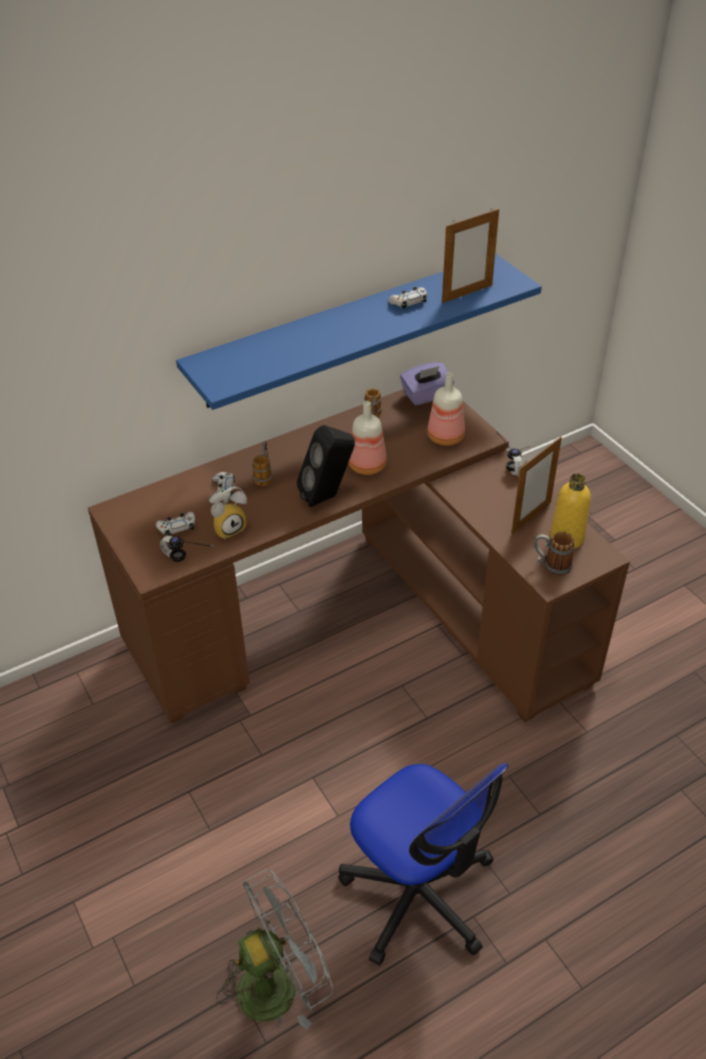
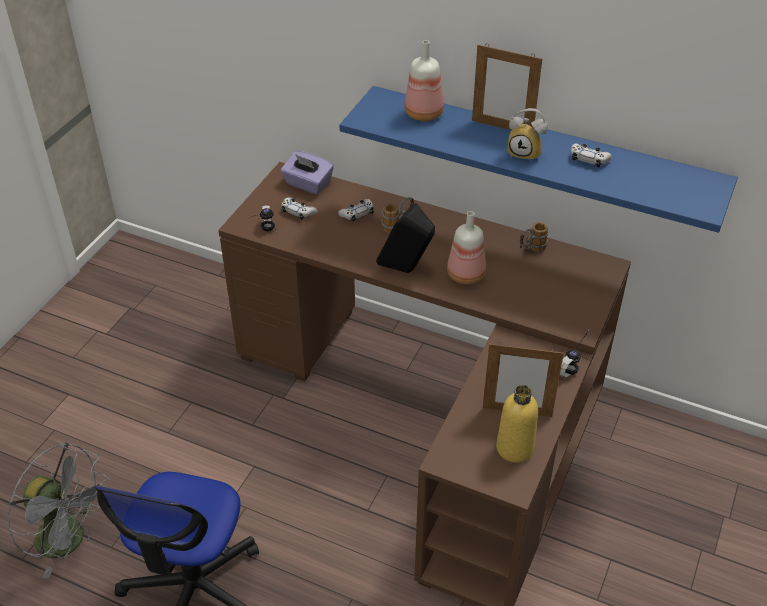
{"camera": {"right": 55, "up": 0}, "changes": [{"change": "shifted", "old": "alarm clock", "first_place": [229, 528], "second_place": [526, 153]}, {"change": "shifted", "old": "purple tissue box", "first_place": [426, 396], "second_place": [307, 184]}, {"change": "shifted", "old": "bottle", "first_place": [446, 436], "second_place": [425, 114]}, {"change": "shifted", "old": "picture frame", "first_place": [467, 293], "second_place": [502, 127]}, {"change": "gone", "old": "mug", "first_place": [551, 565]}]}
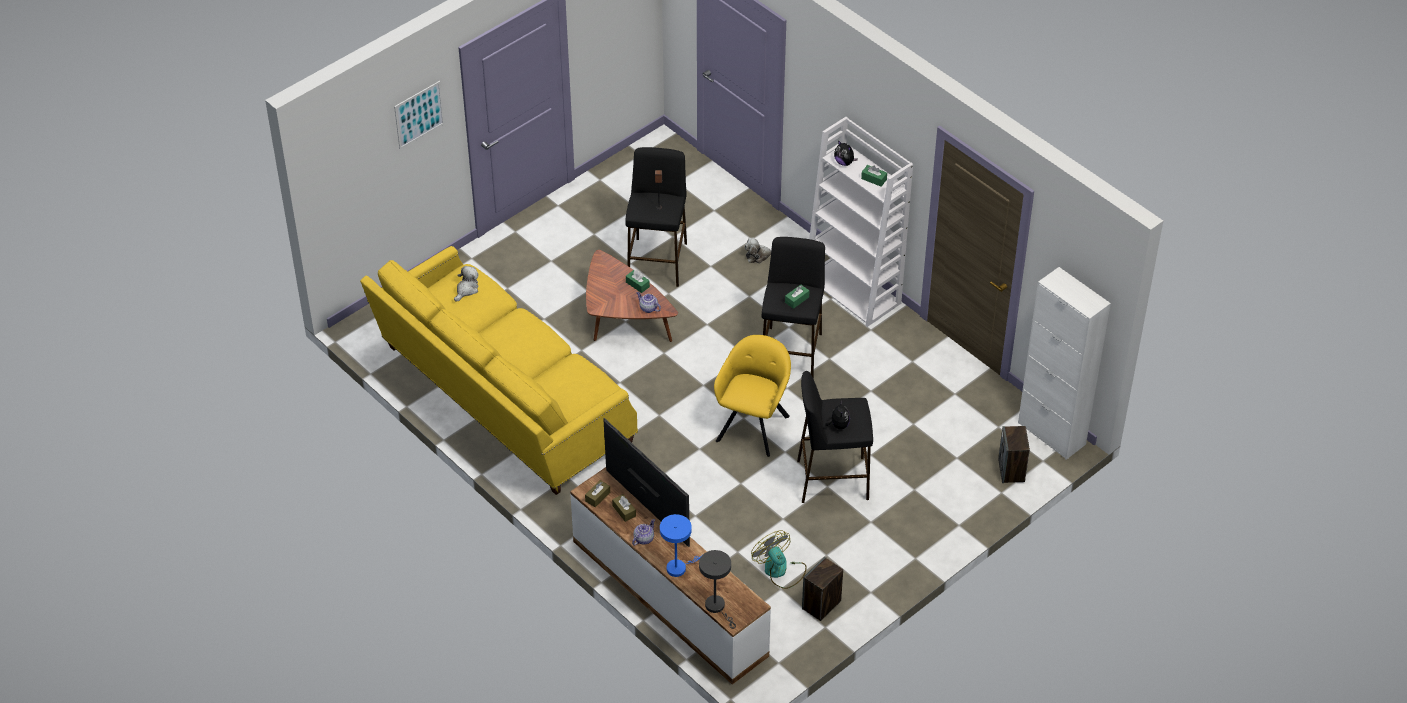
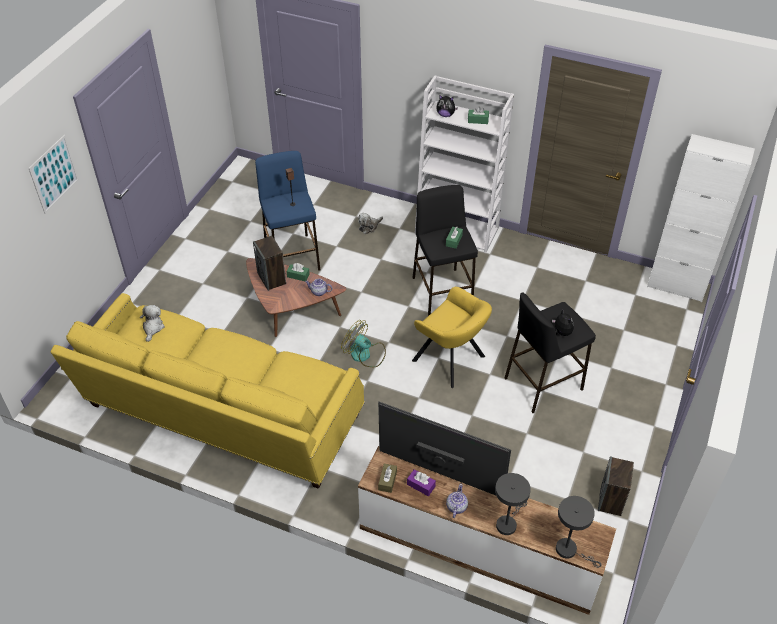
{"camera": {"right": -25, "up": 0}, "changes": [{"change": "repainted", "old": "brown tissue box", "new": "purple tissue box", "first_place": [624, 511], "second_place": [421, 485]}, {"change": "repainted", "old": "black stool", "new": "blue stool", "first_place": [657, 261], "second_place": [292, 256]}, {"change": "repainted", "old": "blue table lamp", "new": "grey table lamp", "first_place": [679, 567], "second_place": [508, 523]}, {"change": "rotated", "old": "yellow armchair", "first_place": [754, 425], "second_place": [451, 361], "degrees": 135}, {"change": "shifted", "old": "fan", "first_place": [780, 570], "second_place": [365, 354]}, {"change": "shifted", "old": "speaker", "first_place": [1011, 471], "second_place": [272, 278]}]}
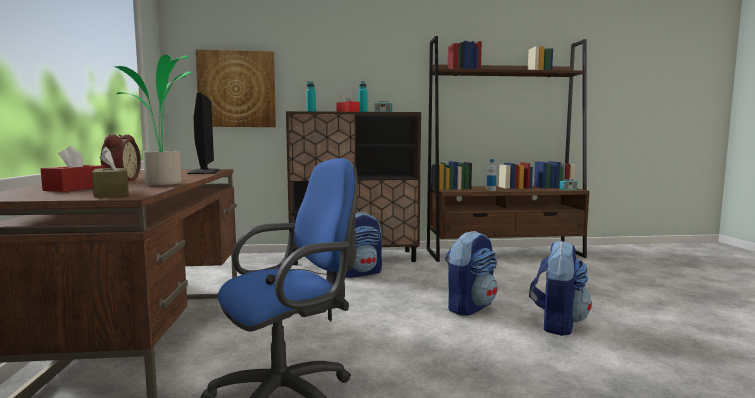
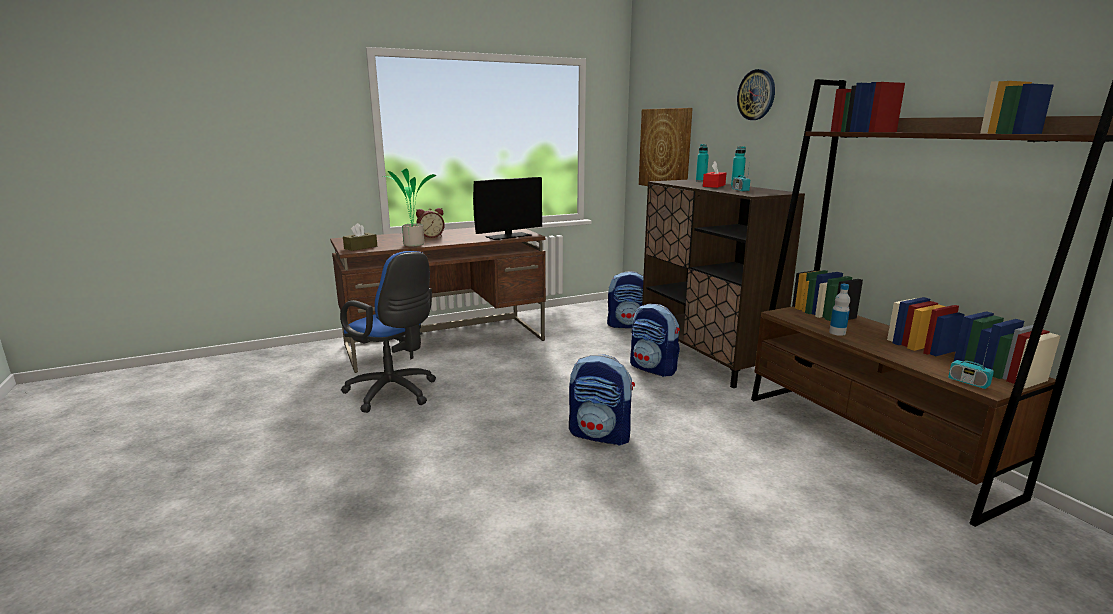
{"camera": {"right": 70, "up": 10}, "changes": [{"change": "gone", "old": "red tissue box", "first_place": [76, 188]}, {"change": "shifted", "old": "backpack", "first_place": [557, 324], "second_place": [628, 325]}, {"change": "new", "new": "wall clock", "second_place": [756, 95]}]}
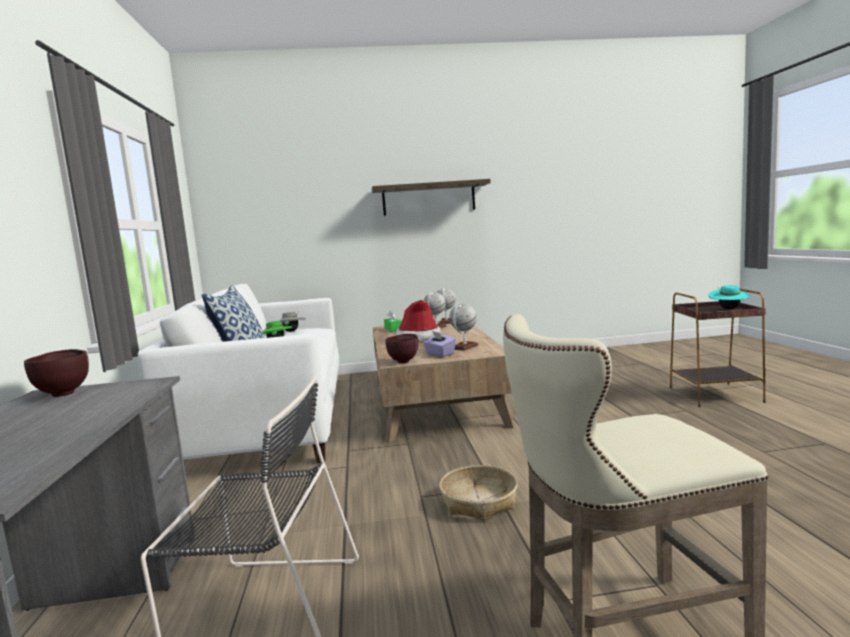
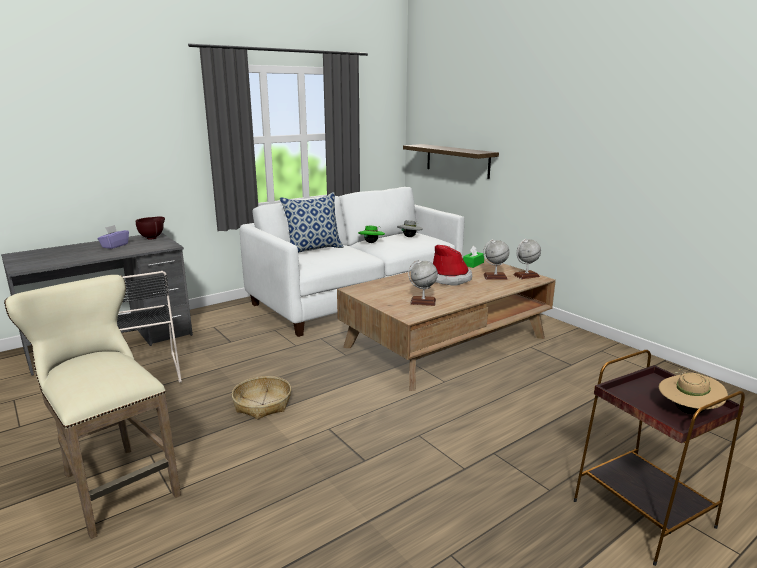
{"camera": {"right": 60, "up": 10}, "changes": [{"change": "shifted", "old": "shelf", "first_place": [428, 198], "second_place": [457, 160]}, {"change": "gone", "old": "brown bowl", "first_place": [404, 361]}, {"change": "shifted", "old": "purple tissue box", "first_place": [440, 354], "second_place": [114, 246]}, {"change": "repainted", "old": "turquoise hat", "new": "beige hat", "first_place": [728, 309], "second_place": [687, 411]}]}
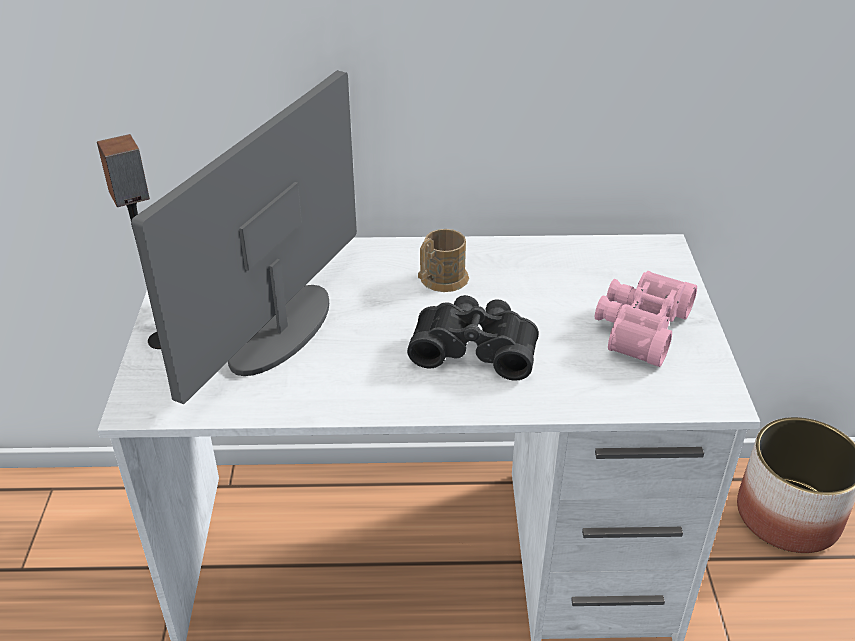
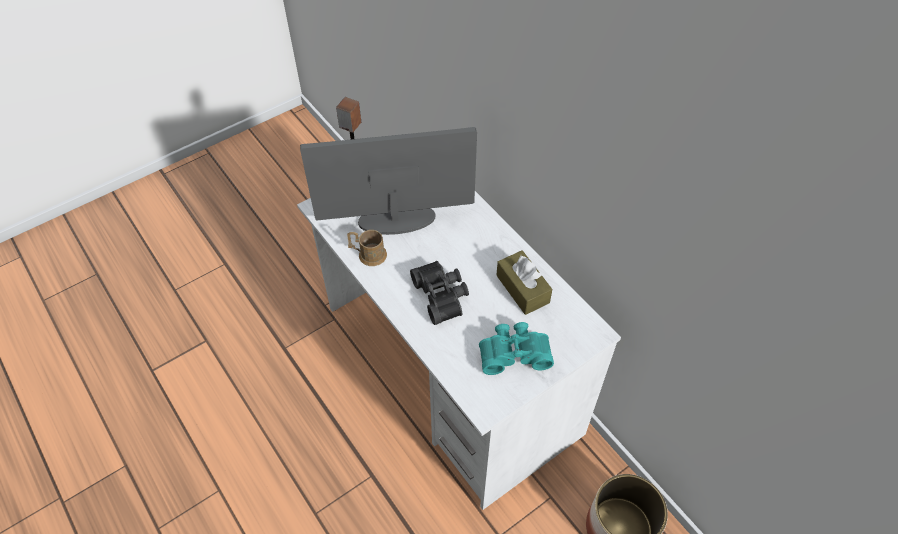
{"camera": {"right": 55, "up": 15}, "changes": [{"change": "shifted", "old": "brown mug", "first_place": [439, 281], "second_place": [368, 254]}, {"change": "repainted", "old": "pink binoculars", "new": "turquoise binoculars", "first_place": [638, 327], "second_place": [514, 352]}, {"change": "new", "new": "brown tissue box", "second_place": [522, 289]}]}
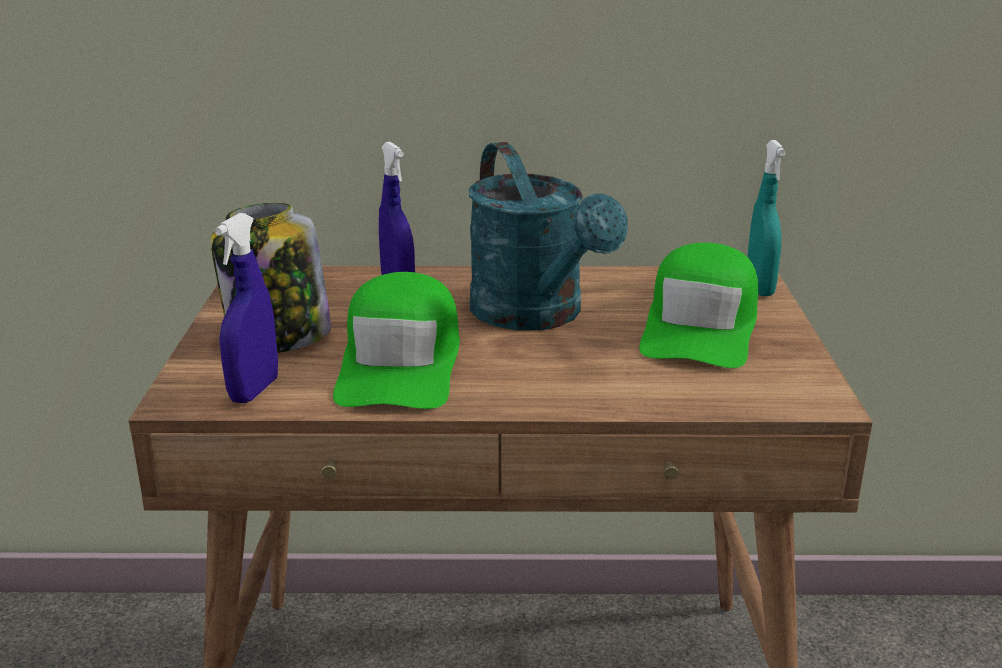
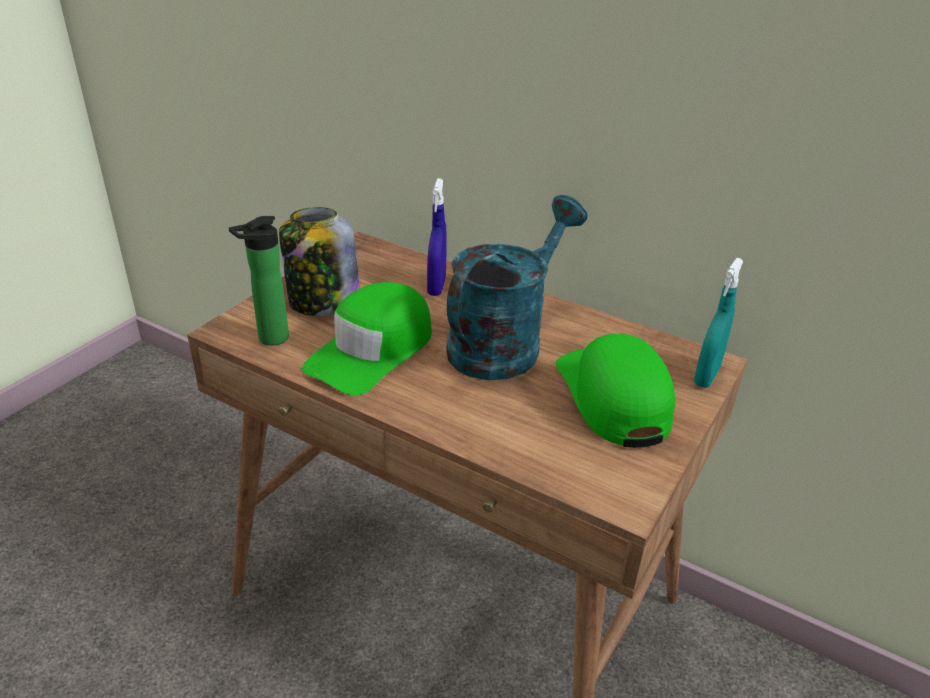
{"camera": {"right": 30, "up": 10}, "changes": [{"change": "swapped", "old": "blue spray bottle", "new": "bottle", "first_place": [254, 391], "second_place": [269, 339]}, {"change": "rotated", "old": "turquoise watering can", "first_place": [536, 316], "second_place": [504, 342], "degrees": -150}, {"change": "rotated", "old": "green cap", "first_place": [701, 327], "second_place": [613, 397], "degrees": 120}]}
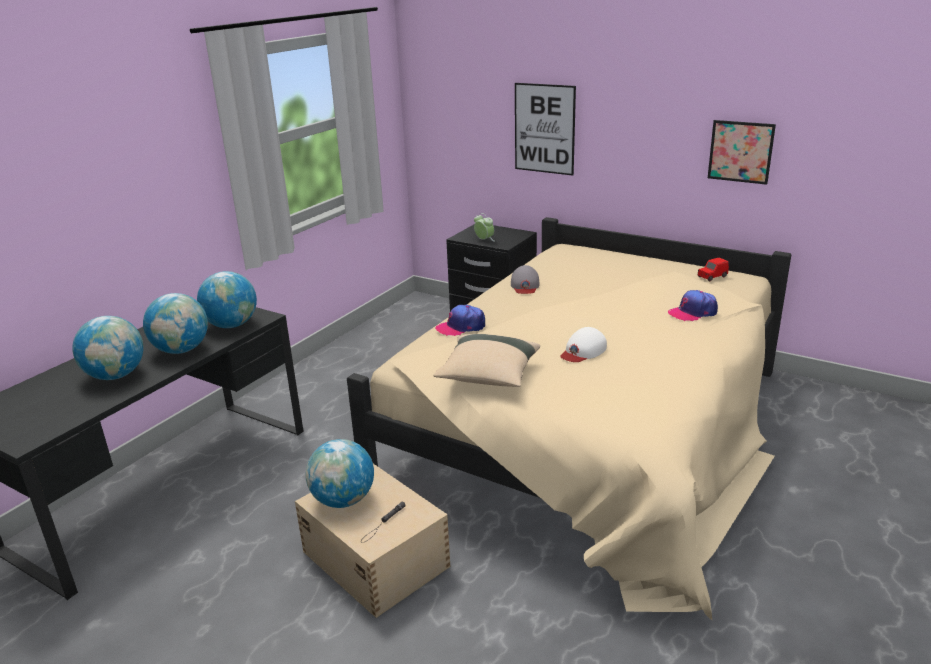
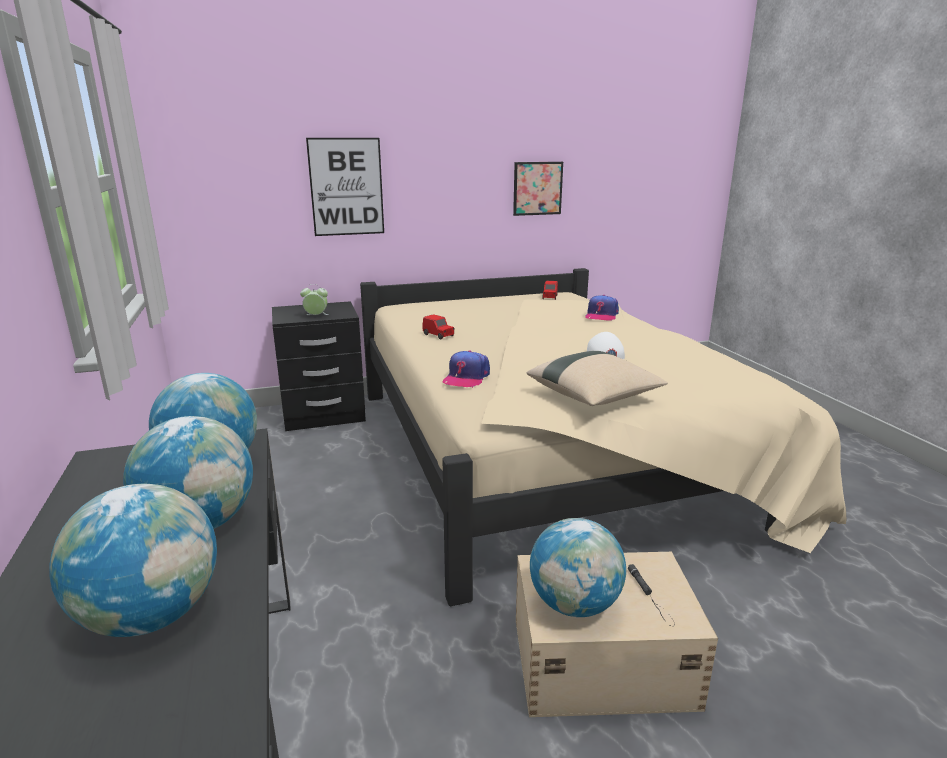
{"camera": {"right": -50, "up": -5}, "changes": [{"change": "swapped", "old": "grey cap", "new": "red toy car", "first_place": [525, 285], "second_place": [438, 335]}]}
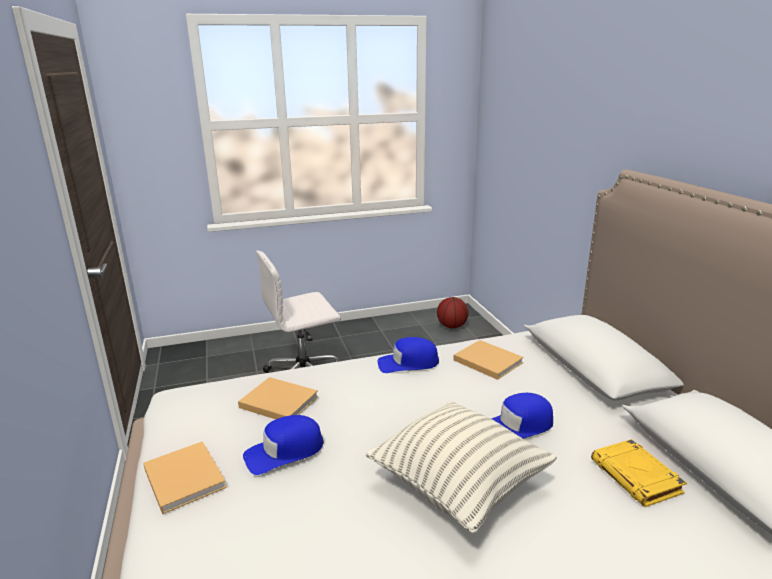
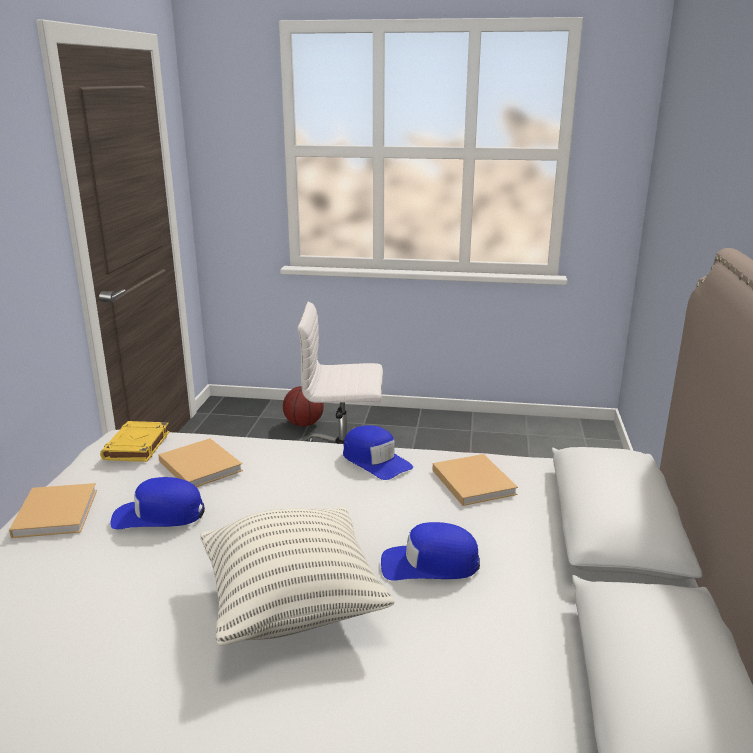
{"camera": {"right": 25, "up": 0}, "changes": [{"change": "rotated", "old": "blue cap", "first_place": [408, 363], "second_place": [375, 461], "degrees": -150}, {"change": "shifted", "old": "basketball", "first_place": [451, 326], "second_place": [303, 424]}, {"change": "shifted", "old": "yellow book", "first_place": [636, 477], "second_place": [137, 446]}]}
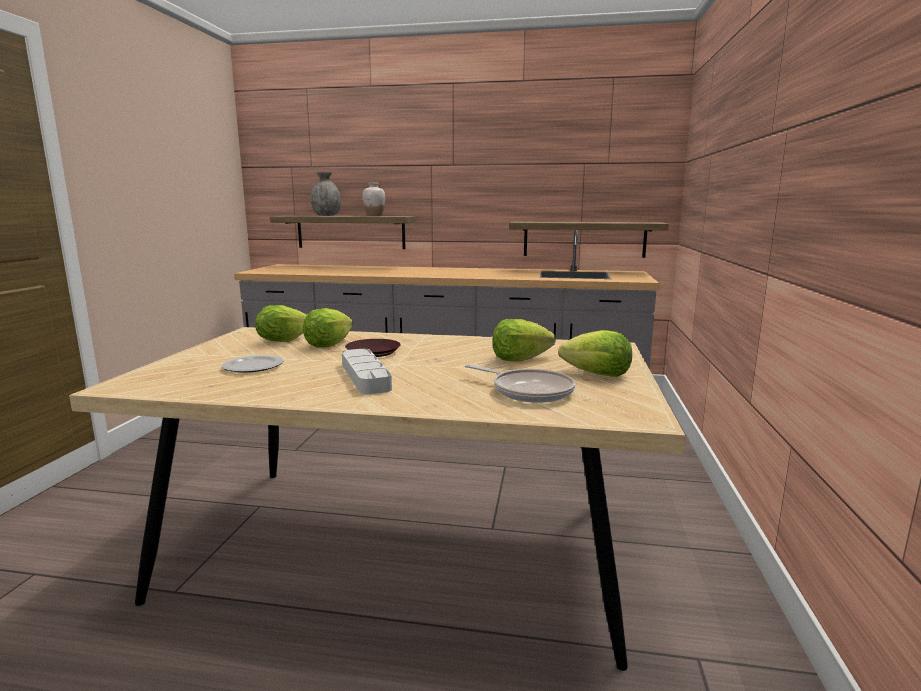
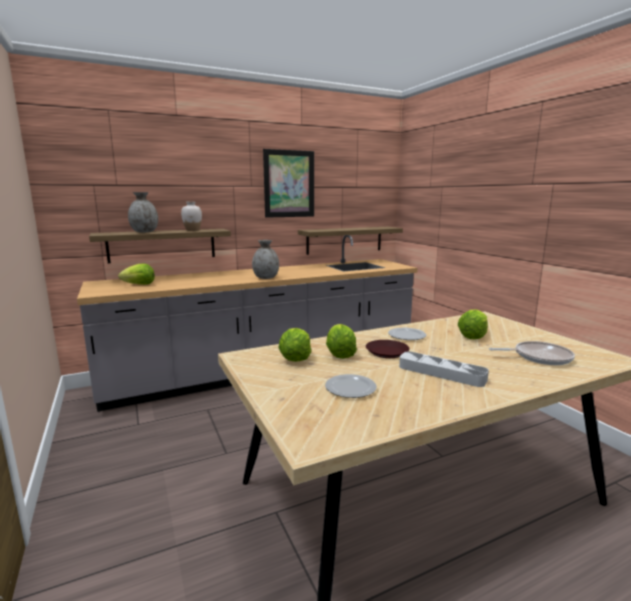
{"camera": {"right": -35, "up": 0}, "changes": [{"change": "shifted", "old": "lettuce", "first_place": [597, 374], "second_place": [139, 284]}, {"change": "new", "new": "grey vase", "second_place": [266, 278]}, {"change": "new", "new": "picture", "second_place": [289, 184]}, {"change": "new", "new": "plate", "second_place": [406, 335]}]}
